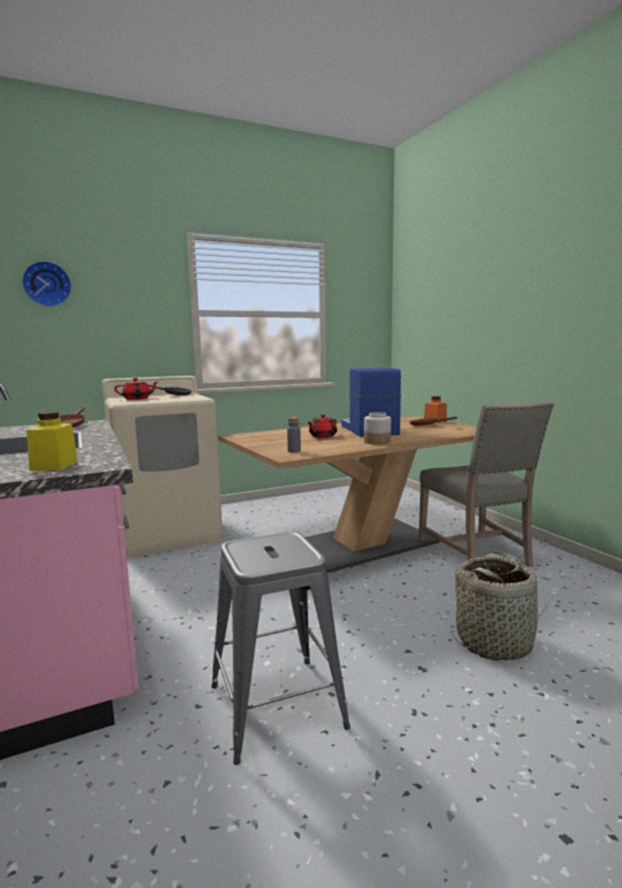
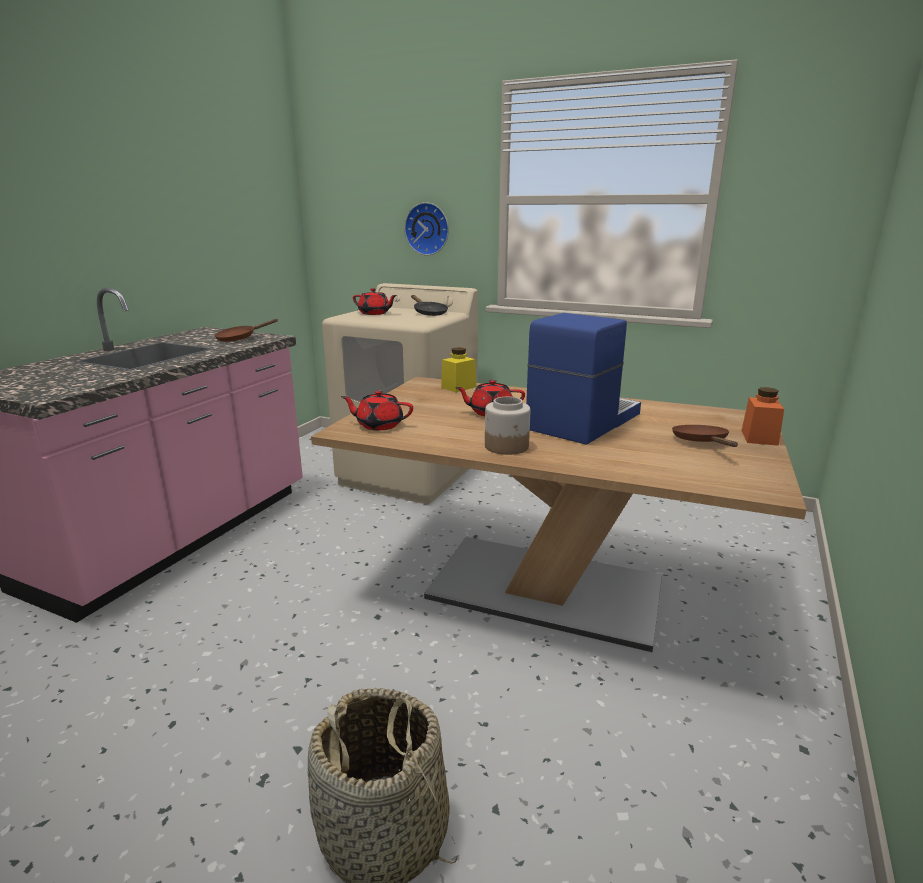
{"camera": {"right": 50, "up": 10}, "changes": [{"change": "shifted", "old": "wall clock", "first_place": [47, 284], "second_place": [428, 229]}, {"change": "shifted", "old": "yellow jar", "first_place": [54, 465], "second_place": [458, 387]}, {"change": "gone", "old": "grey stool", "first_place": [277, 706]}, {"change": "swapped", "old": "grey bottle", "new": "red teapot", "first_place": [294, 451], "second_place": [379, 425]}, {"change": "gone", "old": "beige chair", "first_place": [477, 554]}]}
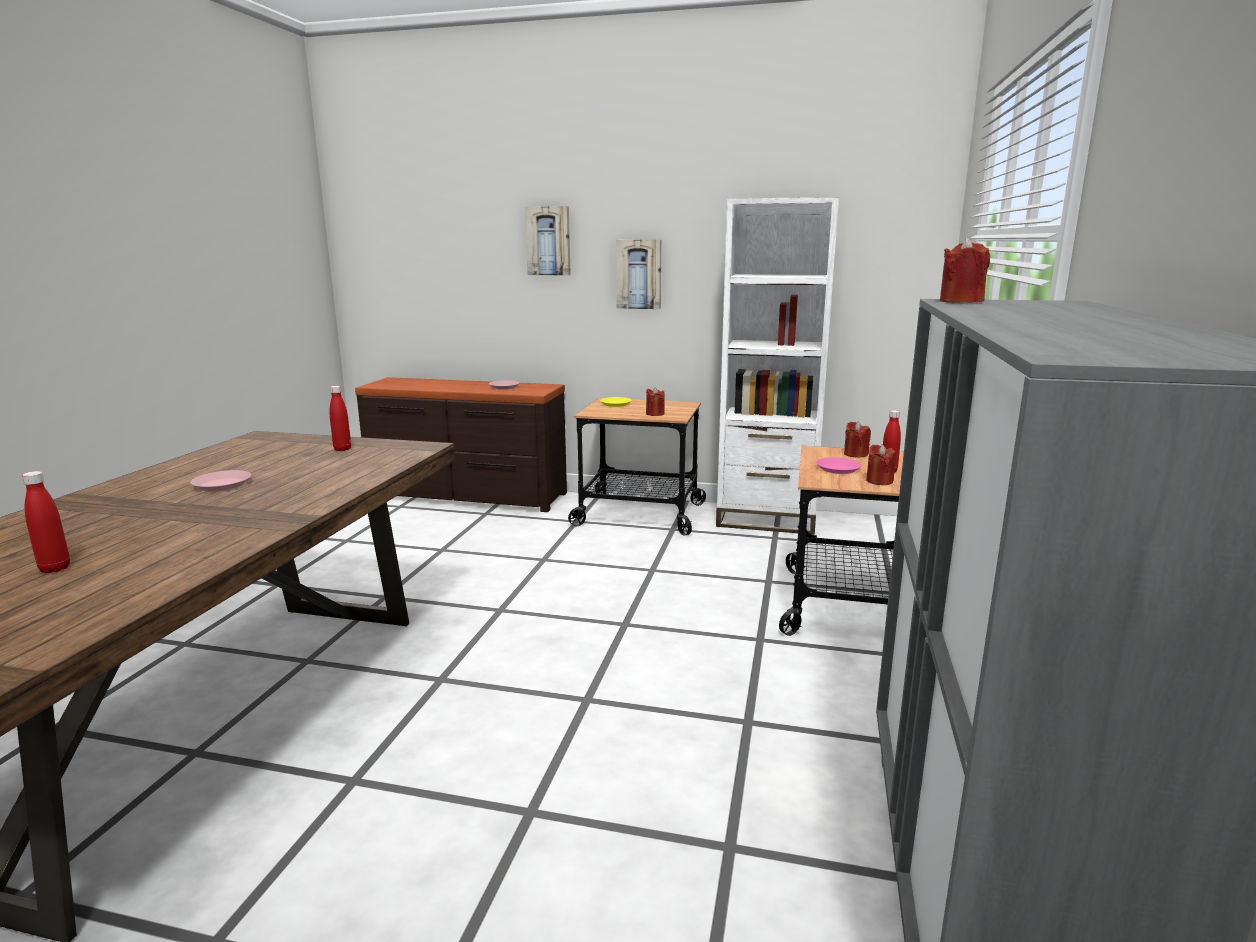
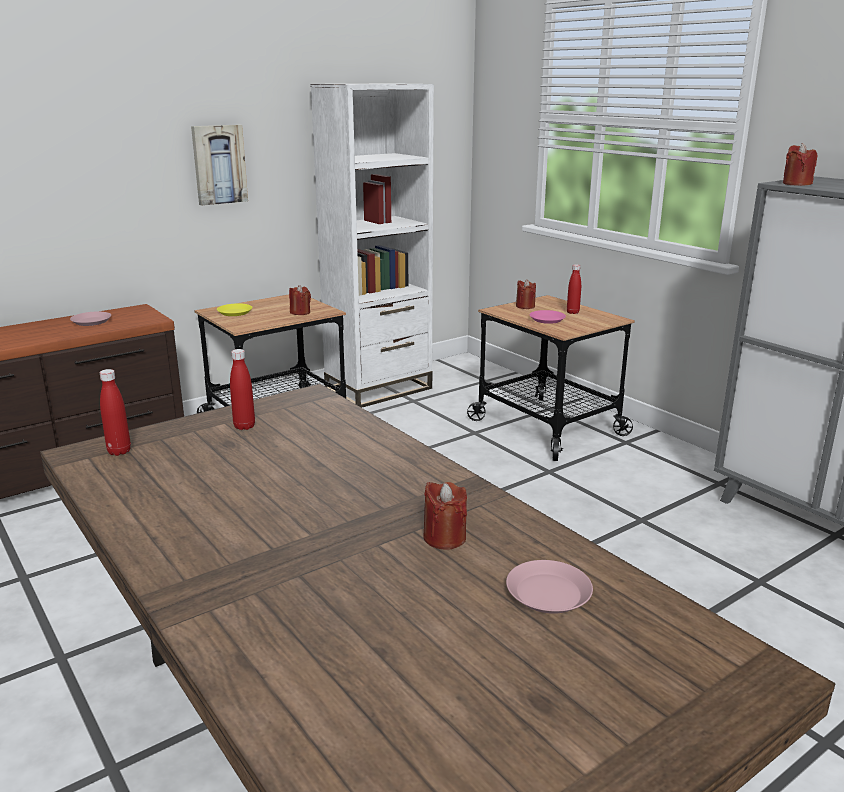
{"camera": {"right": -50, "up": 5}, "changes": [{"change": "shifted", "old": "red bottle", "first_place": [55, 568], "second_place": [119, 451]}, {"change": "shifted", "old": "pink plate", "first_place": [222, 485], "second_place": [547, 593]}, {"change": "gone", "old": "picture", "first_place": [548, 241]}, {"change": "shifted", "old": "red candle", "first_place": [879, 481], "second_place": [444, 538]}]}
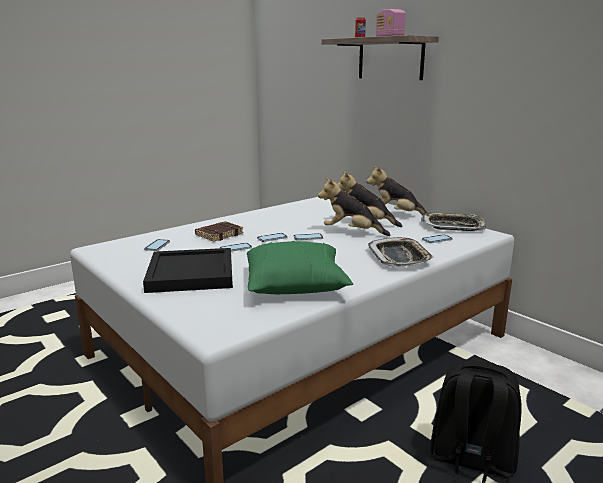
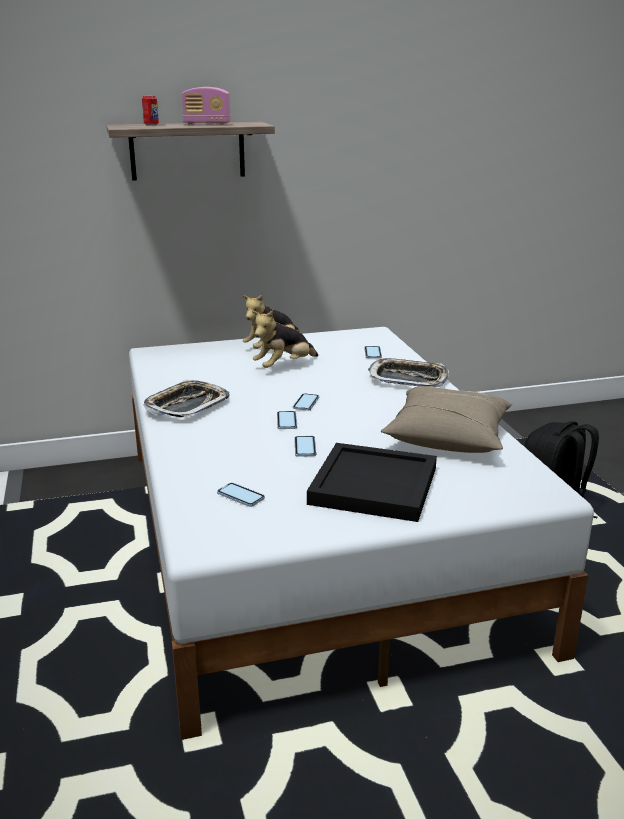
{"camera": {"right": -65, "up": 5}, "changes": [{"change": "gone", "old": "brown book", "first_place": [219, 234]}, {"change": "repainted", "old": "green pillow", "new": "beige pillow", "first_place": [295, 284], "second_place": [448, 437]}, {"change": "gone", "old": "plush toy", "first_place": [351, 232]}, {"change": "shifted", "old": "tray", "first_place": [453, 226], "second_place": [187, 405]}]}
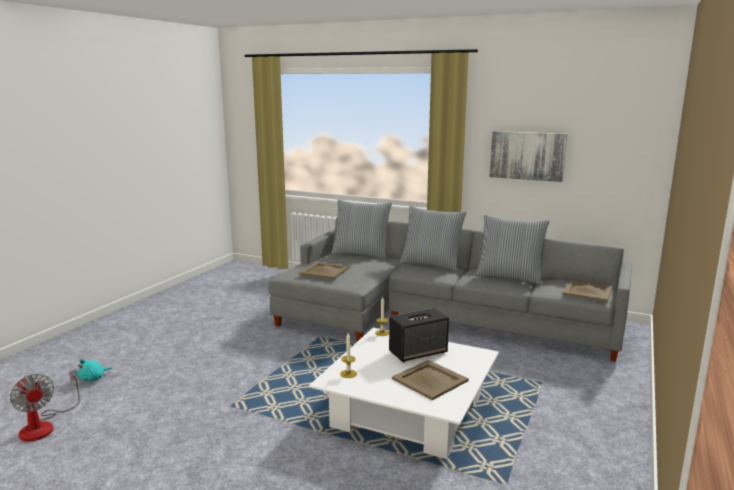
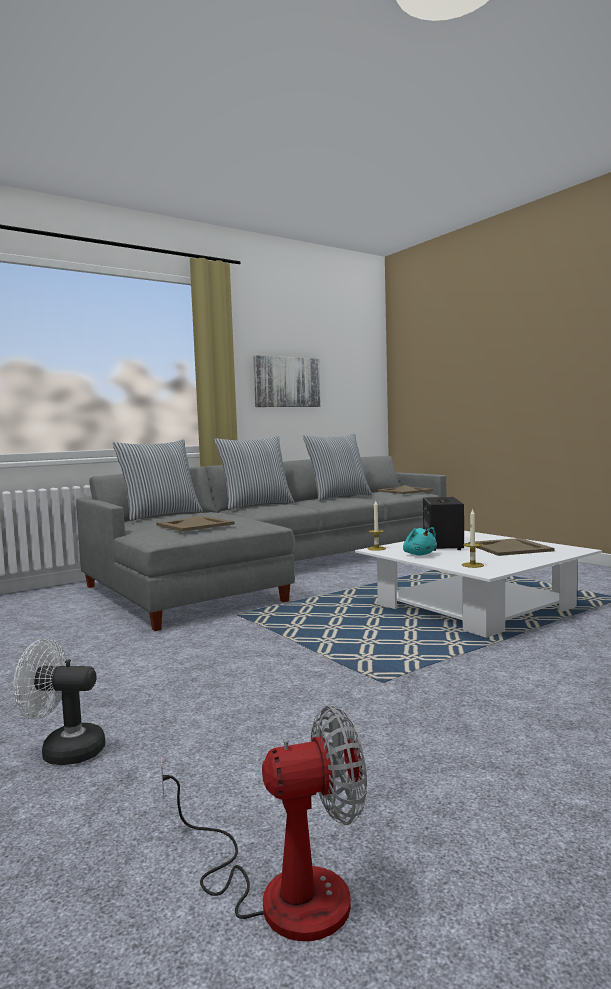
{"camera": {"right": -60, "up": -10}, "changes": [{"change": "shifted", "old": "turquoise plush toy", "first_place": [94, 378], "second_place": [419, 554]}, {"change": "new", "new": "white fan", "second_place": [64, 751]}]}
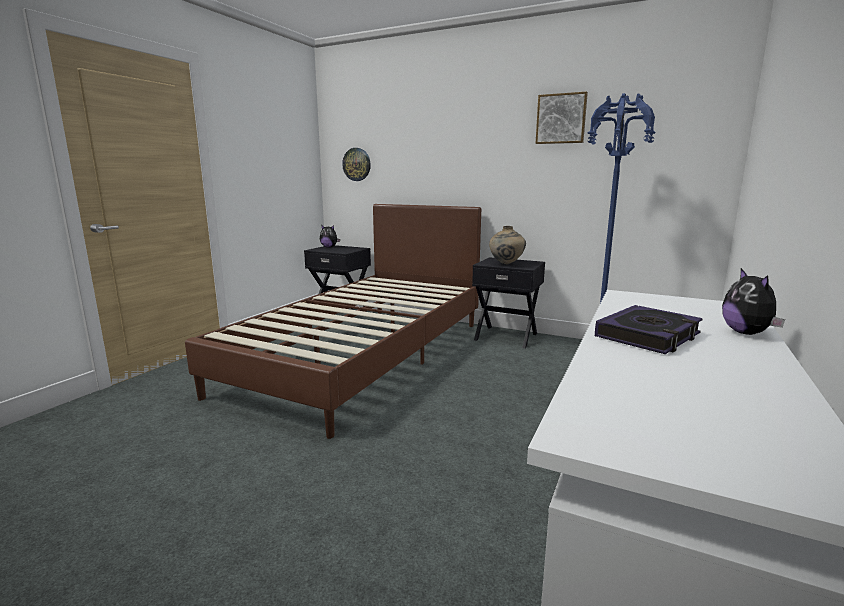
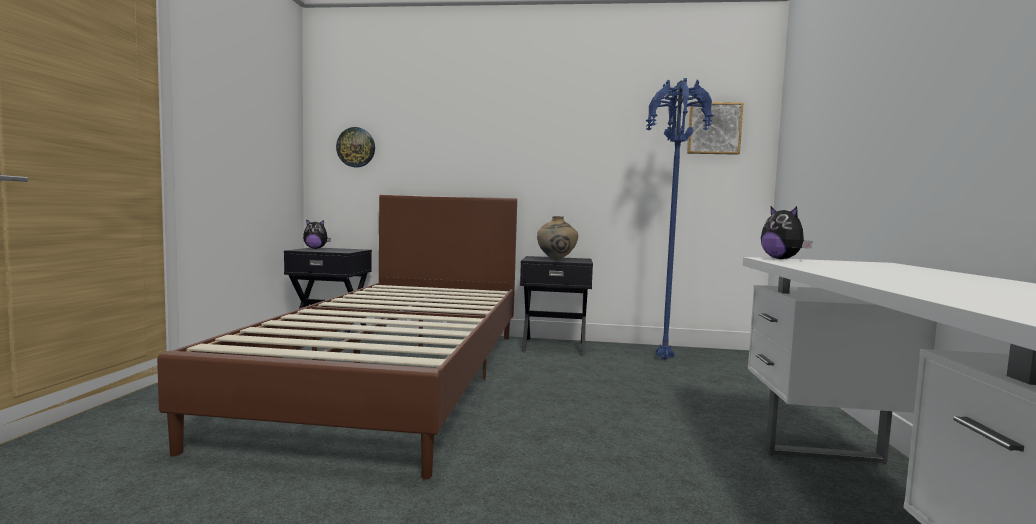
{"camera": {"right": -20, "up": -10}, "changes": [{"change": "shifted", "old": "picture", "first_place": [561, 119], "second_place": [714, 128]}, {"change": "gone", "old": "book", "first_place": [648, 336]}, {"change": "shifted", "old": "plush toy", "first_place": [747, 333], "second_place": [782, 259]}]}
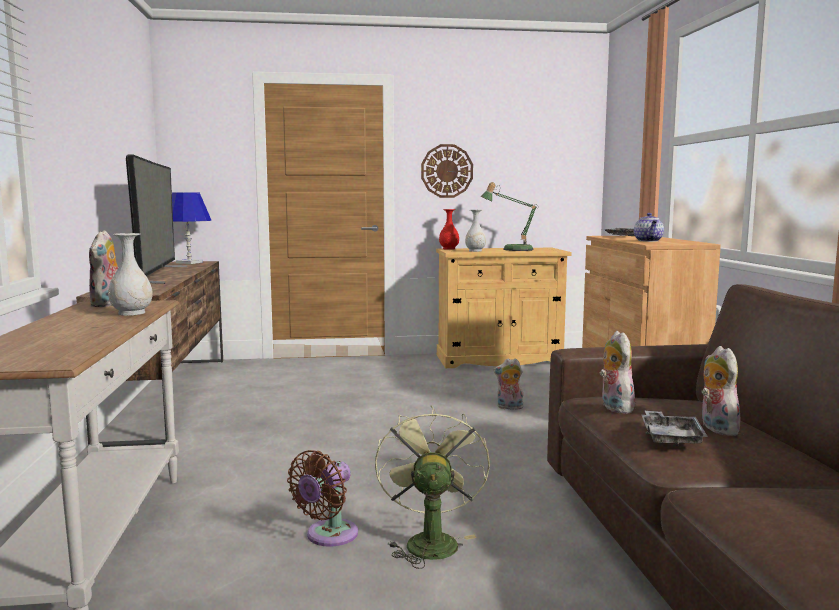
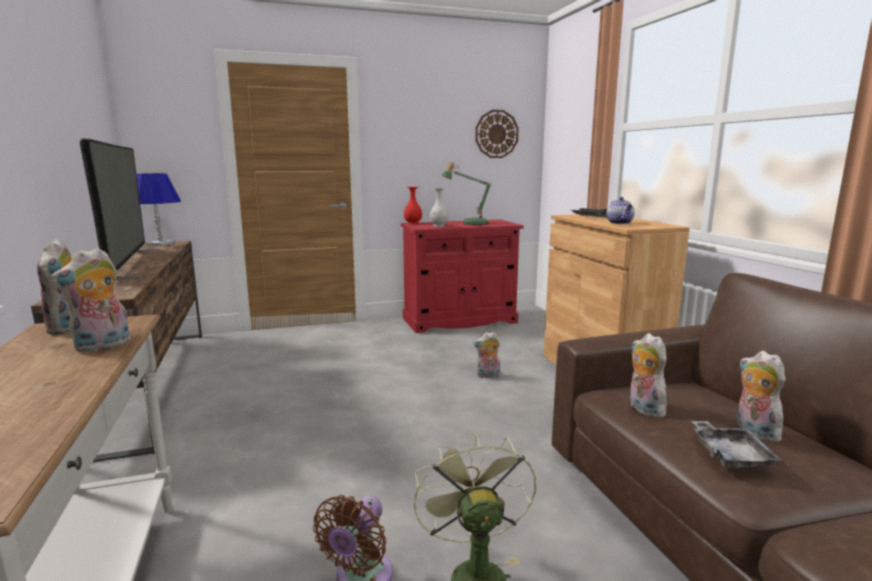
{"camera": {"right": -10, "up": 5}, "changes": [{"change": "swapped", "old": "white vase", "new": "plush toy", "first_place": [132, 313], "second_place": [102, 346]}, {"change": "shifted", "old": "wall clock", "first_place": [447, 171], "second_place": [496, 134]}, {"change": "repainted", "old": "beige cabinet", "new": "red cabinet", "first_place": [499, 359], "second_place": [459, 320]}]}
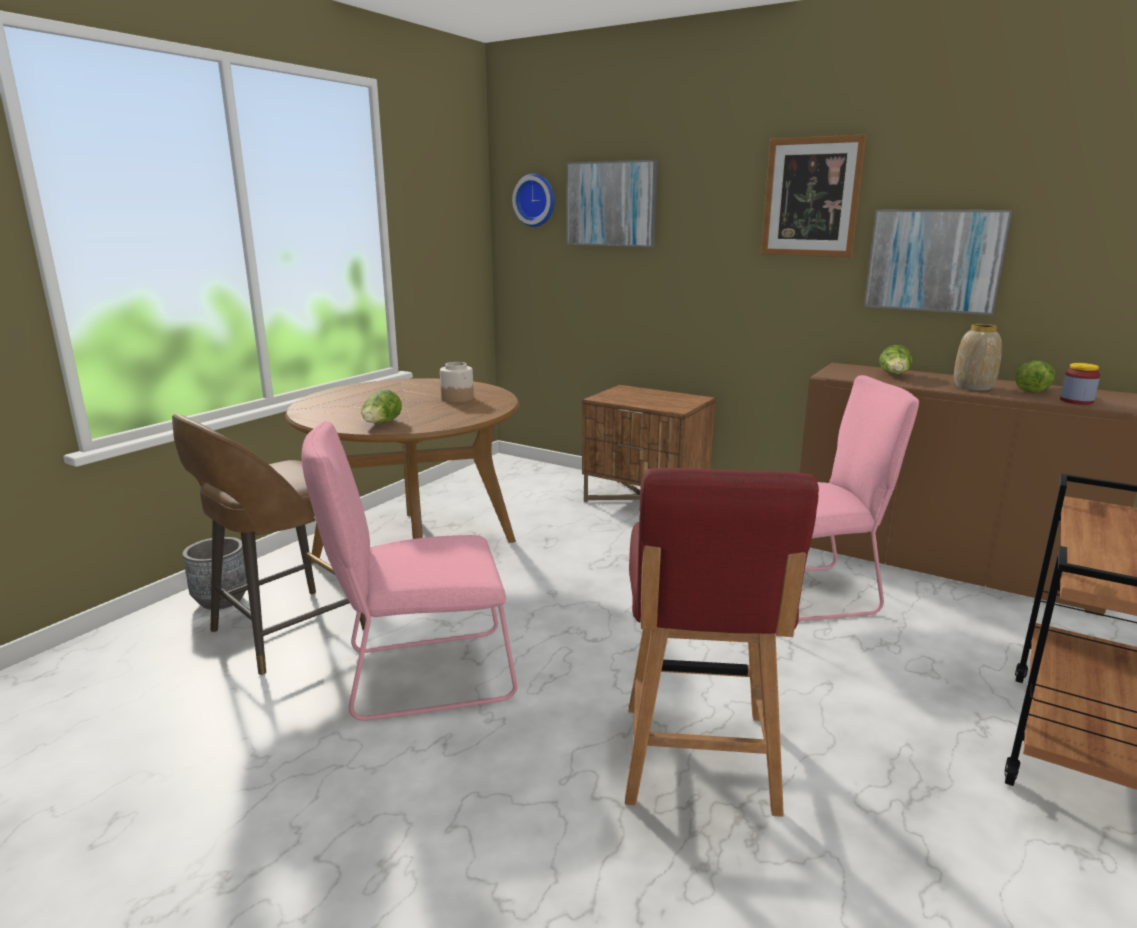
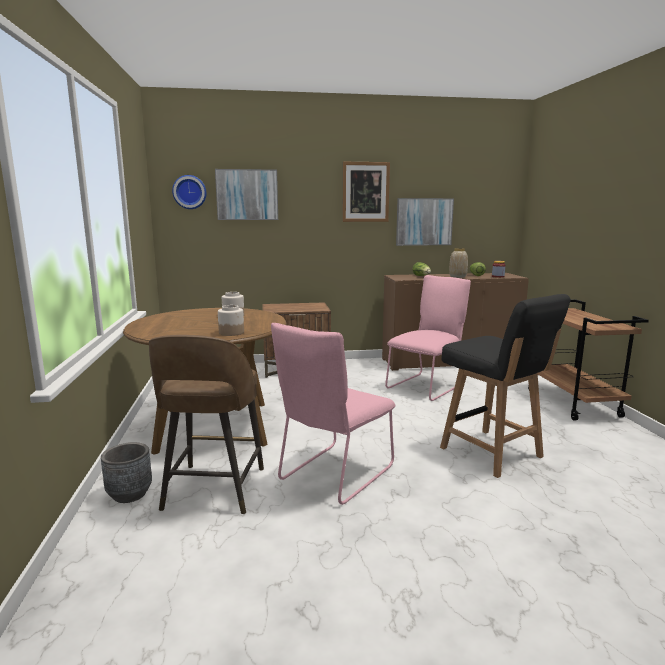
{"camera": {"right": -40, "up": -5}, "changes": [{"change": "swapped", "old": "lettuce", "new": "jar", "first_place": [381, 424], "second_place": [231, 332]}, {"change": "repainted", "old": "red chair", "new": "black chair", "first_place": [698, 760], "second_place": [492, 453]}]}
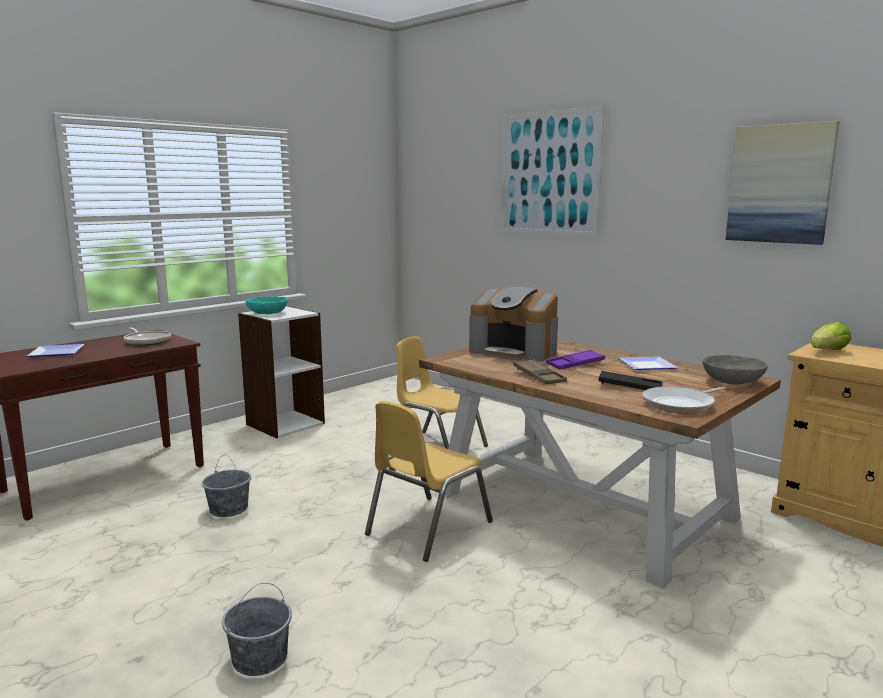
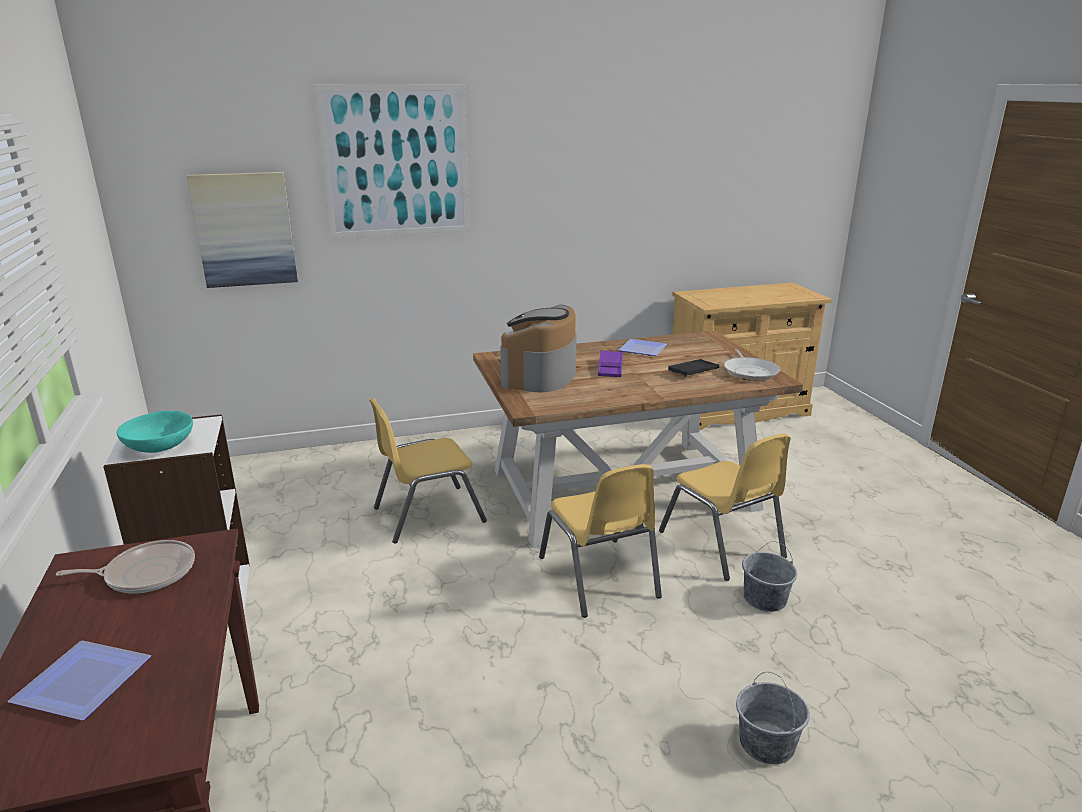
{"camera": {"right": -60, "up": 10}, "changes": [{"change": "shifted", "old": "grey bucket", "first_place": [228, 509], "second_place": [764, 599]}, {"change": "rotated", "old": "coffee machine", "first_place": [514, 351], "second_place": [540, 375], "degrees": 135}, {"change": "gone", "old": "brown tray", "first_place": [539, 376]}, {"change": "gone", "old": "grey bowl", "first_place": [733, 382]}, {"change": "shifted", "old": "picture", "first_place": [780, 184], "second_place": [245, 229]}, {"change": "gone", "old": "lettuce", "first_place": [828, 351]}, {"change": "new", "new": "yellow chair", "second_place": [722, 544]}]}
